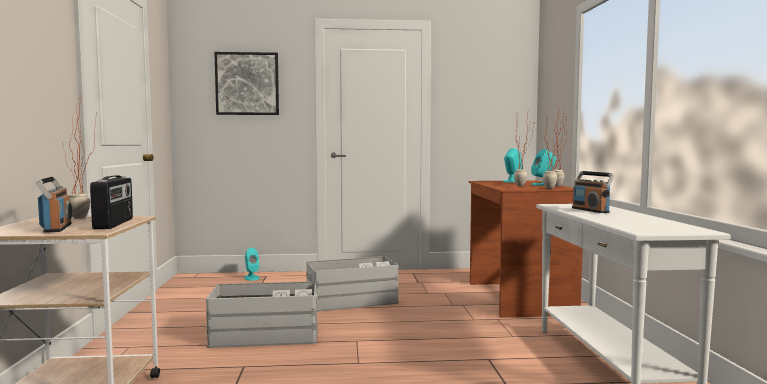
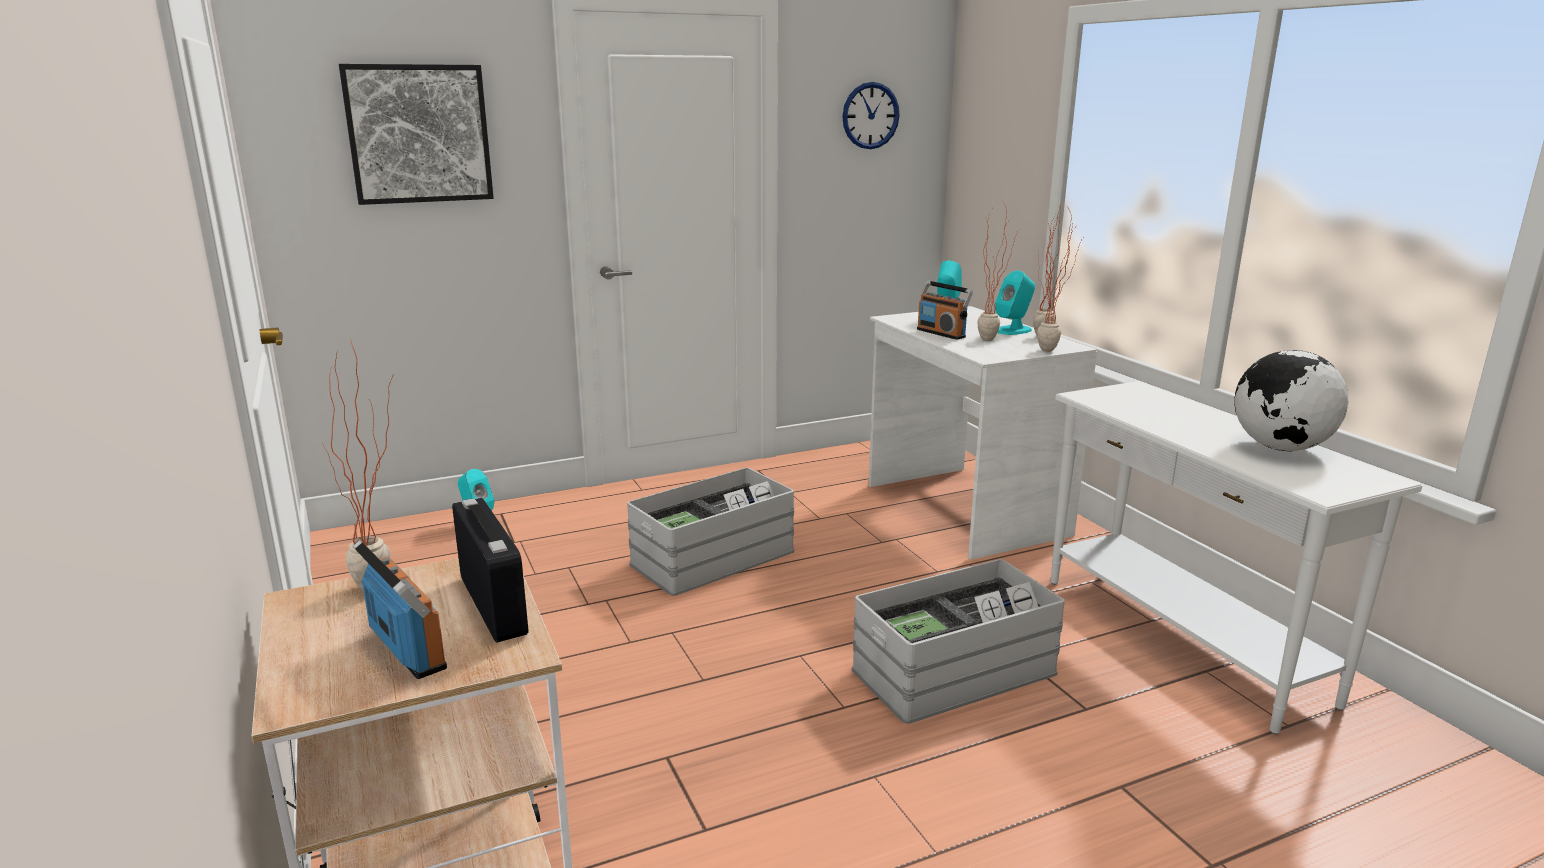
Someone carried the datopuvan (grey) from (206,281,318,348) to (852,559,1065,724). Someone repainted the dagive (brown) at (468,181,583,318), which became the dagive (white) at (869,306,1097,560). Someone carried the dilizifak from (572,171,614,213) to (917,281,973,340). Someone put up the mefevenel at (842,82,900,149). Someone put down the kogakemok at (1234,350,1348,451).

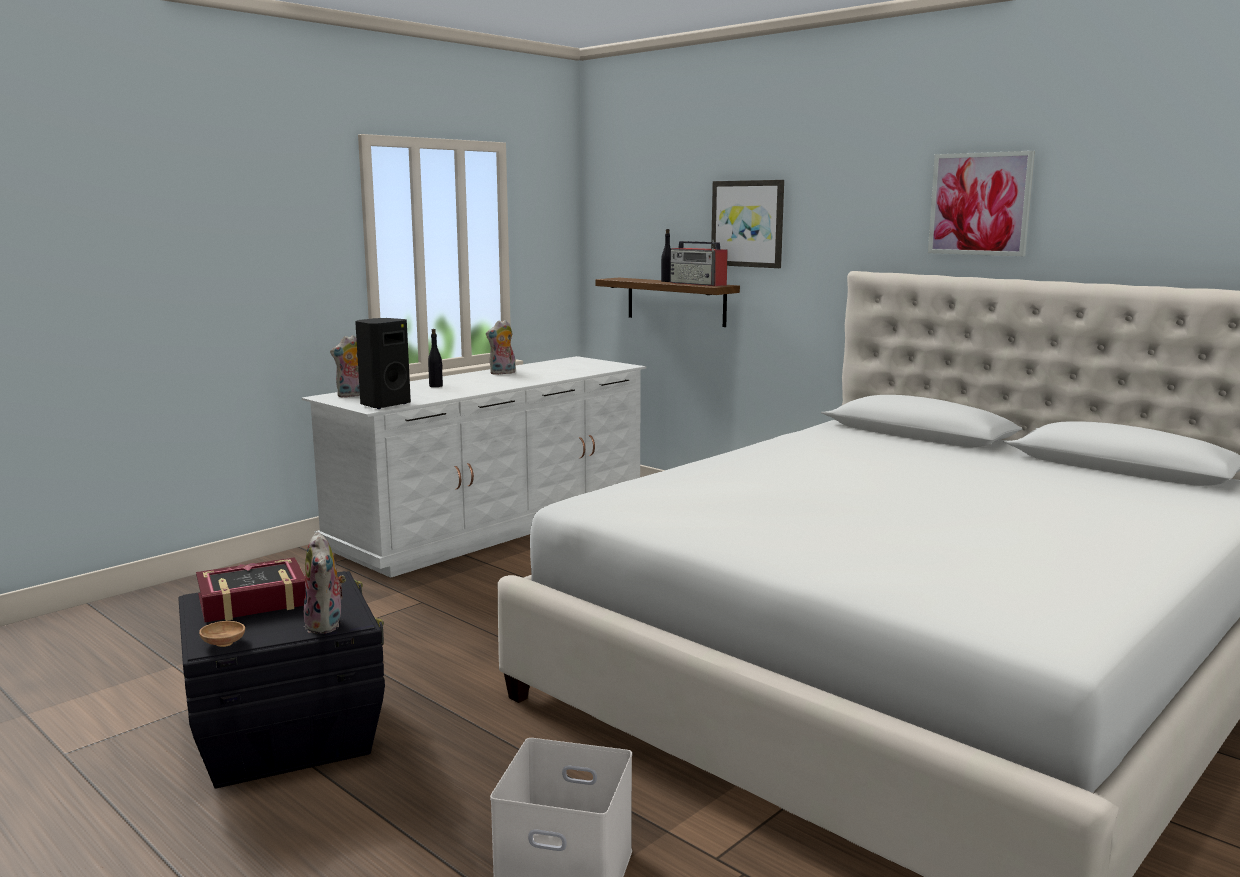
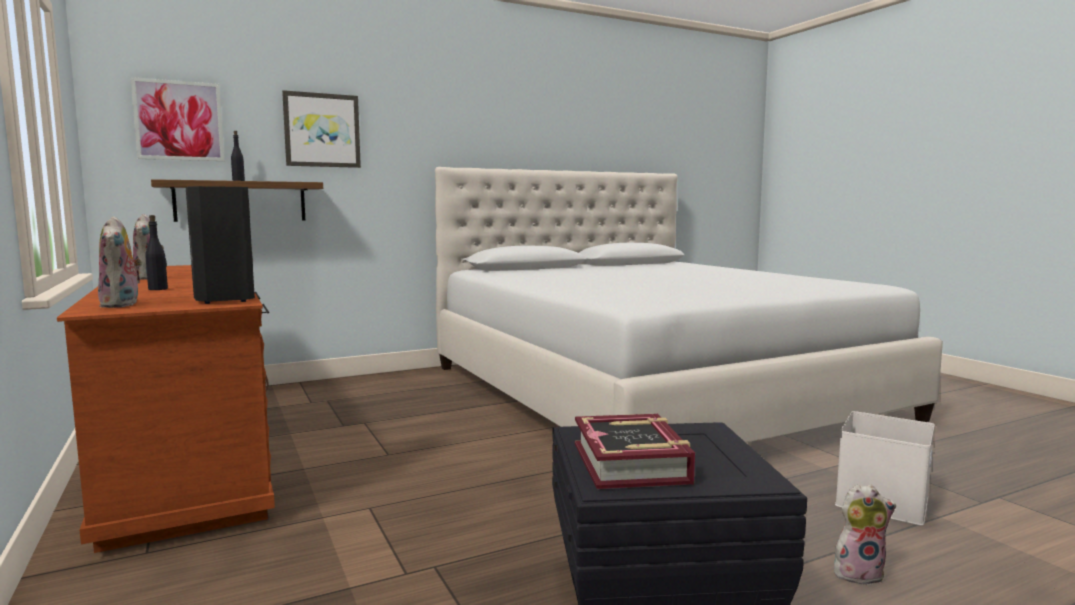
Someone took away the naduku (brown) at (199,621,245,647). Someone repainted the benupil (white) at (302,356,646,578), which became the benupil (brown) at (57,265,275,553). Someone carried the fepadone from (304,532,346,634) to (834,484,896,585). Someone took away the dilizifak at (670,240,728,286). Someone carried the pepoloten from (928,151,1035,256) to (131,77,224,161).

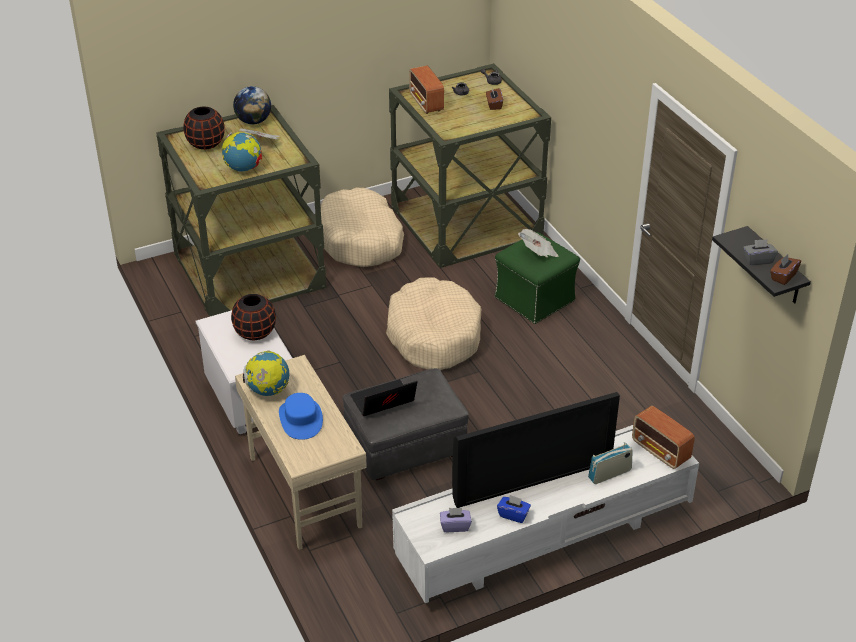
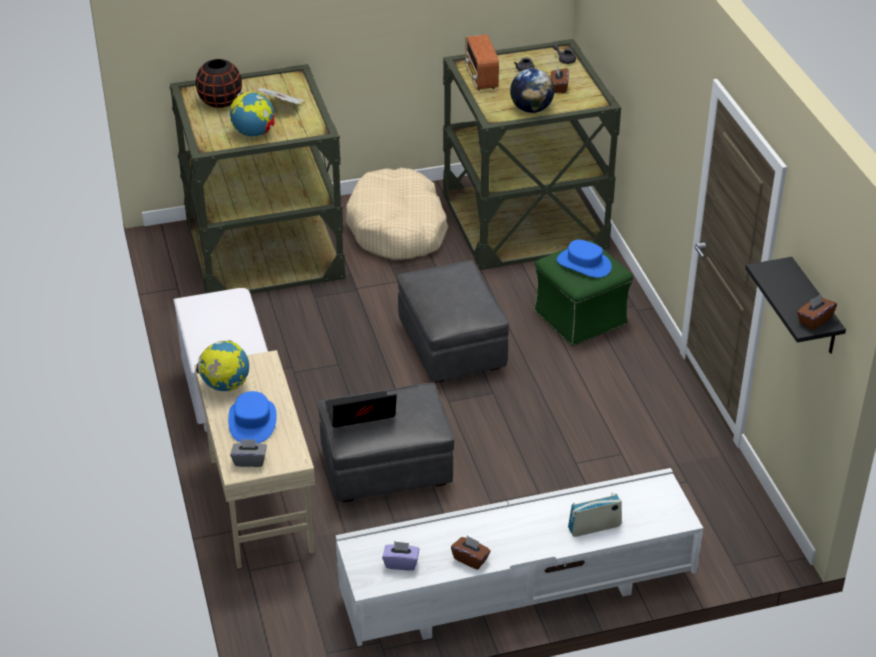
Someone took away the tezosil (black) at (231,294,276,340). Someone carried the kogakemok from (233,86,271,124) to (510,68,554,113). Someone swapped the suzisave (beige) at (386,277,481,370) for the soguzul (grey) at (398,260,509,383). Someone took away the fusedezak at (452,392,620,508). Someone repainted the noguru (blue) at (497,495,531,523), which became the noguru (brown) at (451,535,491,570). Someone swapped the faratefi at (518,229,558,257) for the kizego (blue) at (557,240,612,278). Someone took away the dilizifak at (632,406,695,469). Someone carried the noguru (grey) from (743,239,778,265) to (230,439,267,467).

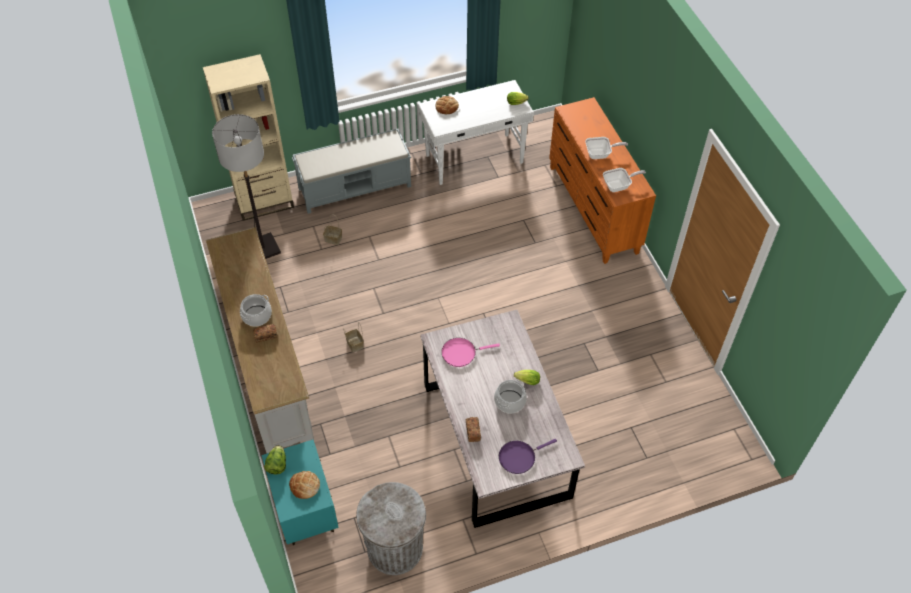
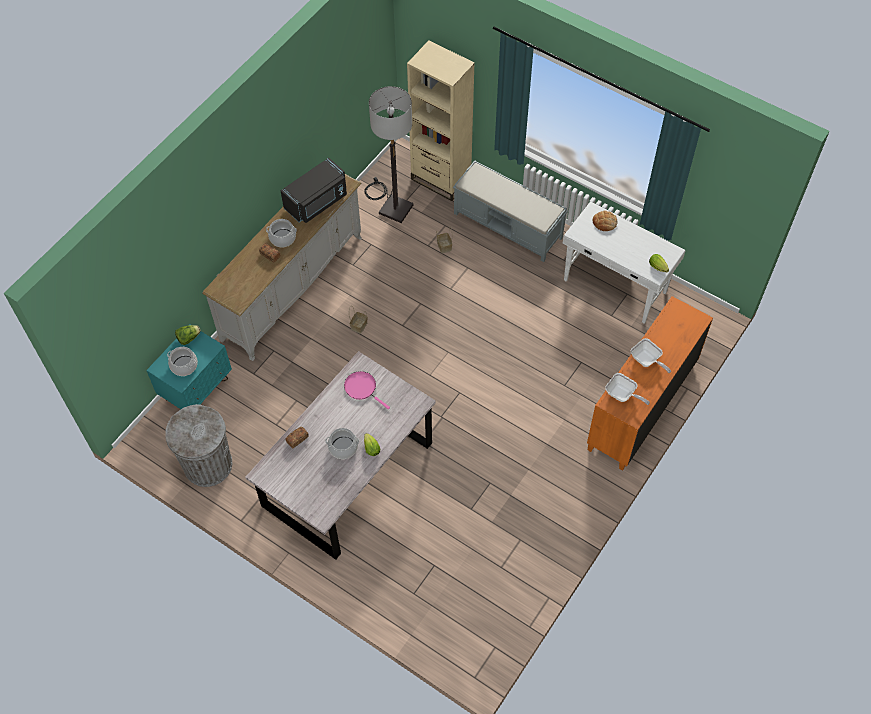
Someone swapped the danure at (289,471,320,499) for the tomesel at (167,347,198,376). Someone took away the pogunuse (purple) at (499,439,557,474). Someone put down the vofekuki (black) at (281,158,347,223).

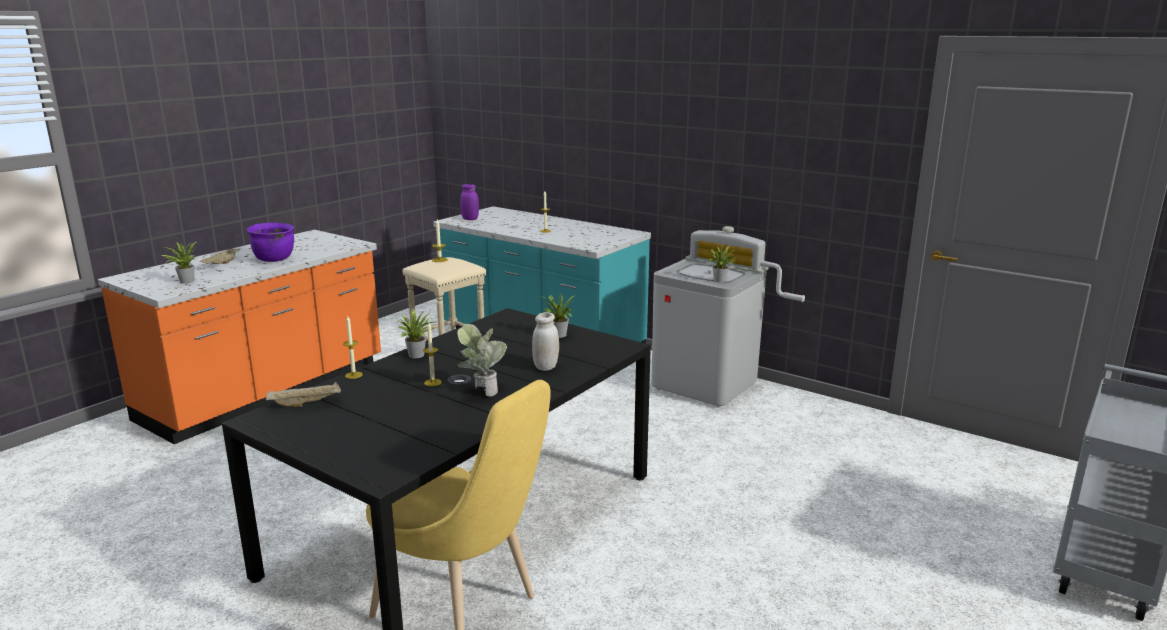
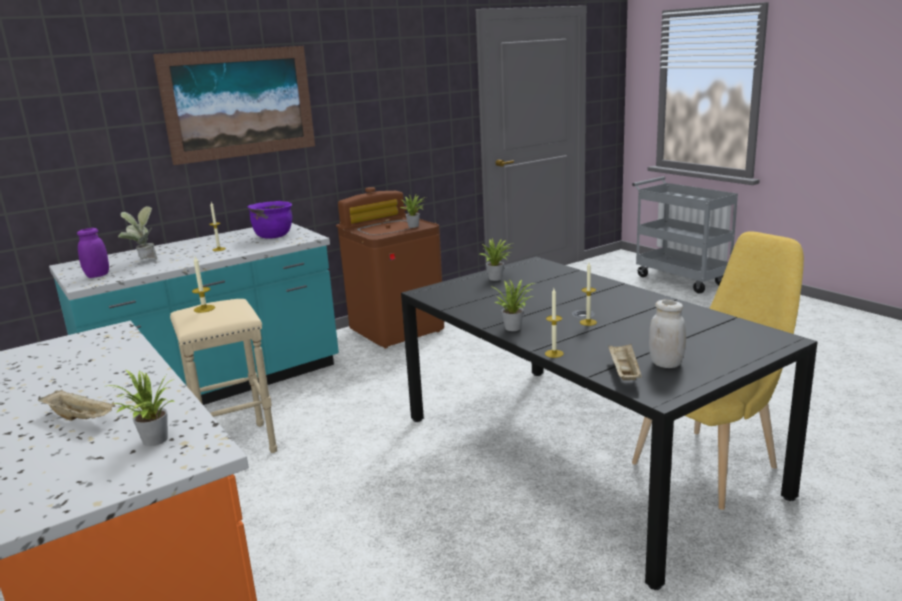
Someone carried the tomesel (purple) from (247,223,294,262) to (247,201,292,239). Someone carried the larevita from (457,324,507,397) to (118,206,157,260). Someone carried the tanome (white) from (532,312,559,371) to (649,300,686,368). Someone repainted the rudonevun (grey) at (652,226,805,407), which became the rudonevun (brown) at (336,187,444,348). Someone put up the pepoloten at (153,46,315,165).

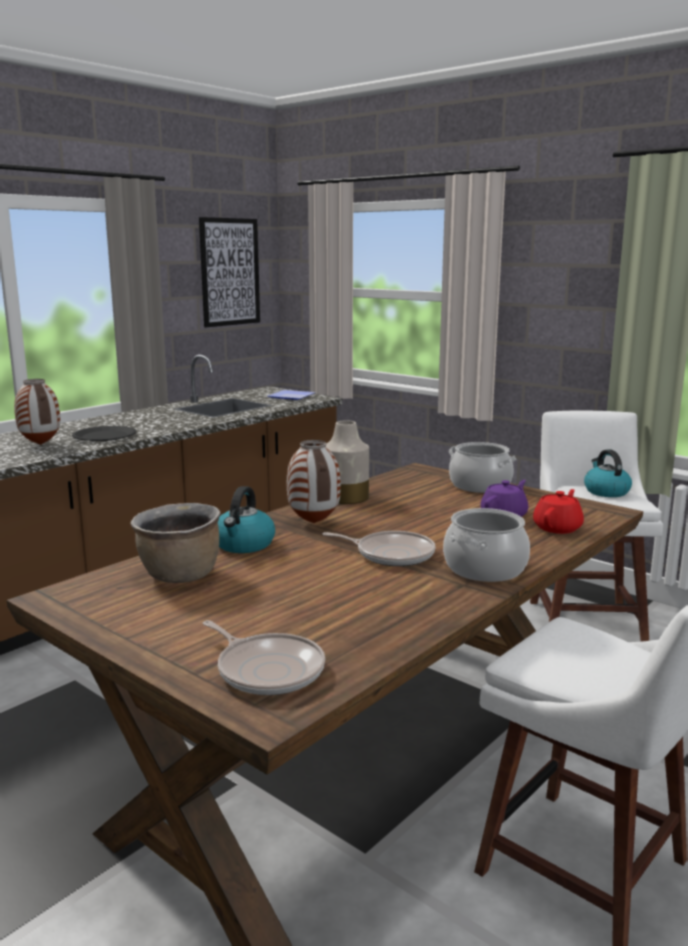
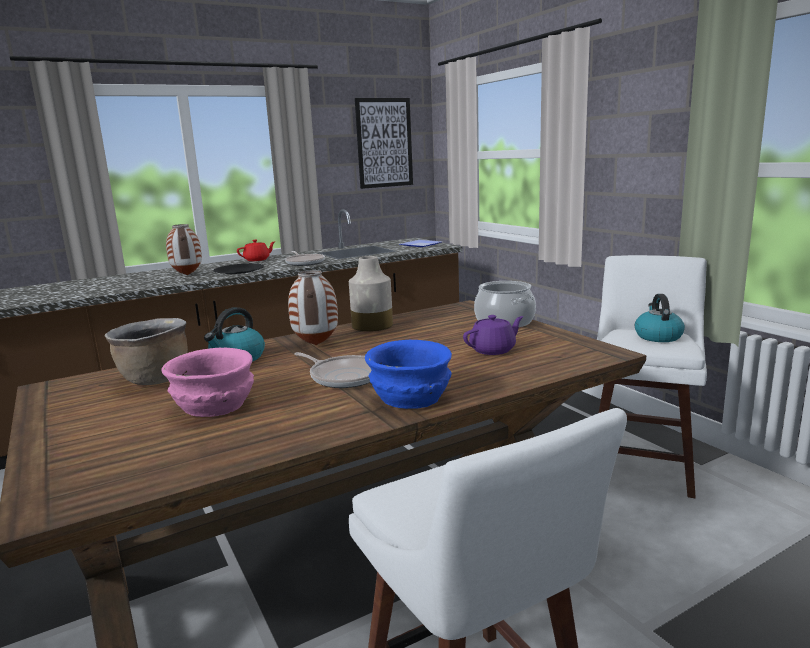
Someone carried the pogunuse from (203,620,325,695) to (285,251,325,266). Someone swapped the tomesel at (443,508,530,582) for the naduku (blue) at (365,340,452,409). Someone carried the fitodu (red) from (533,489,584,534) to (237,240,276,261). Someone put down the naduku (pink) at (161,348,254,417).

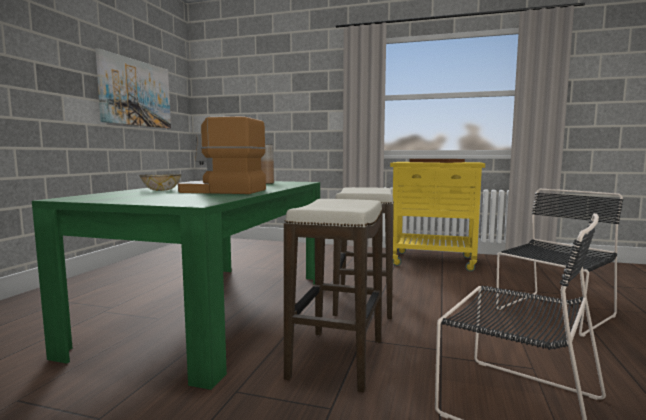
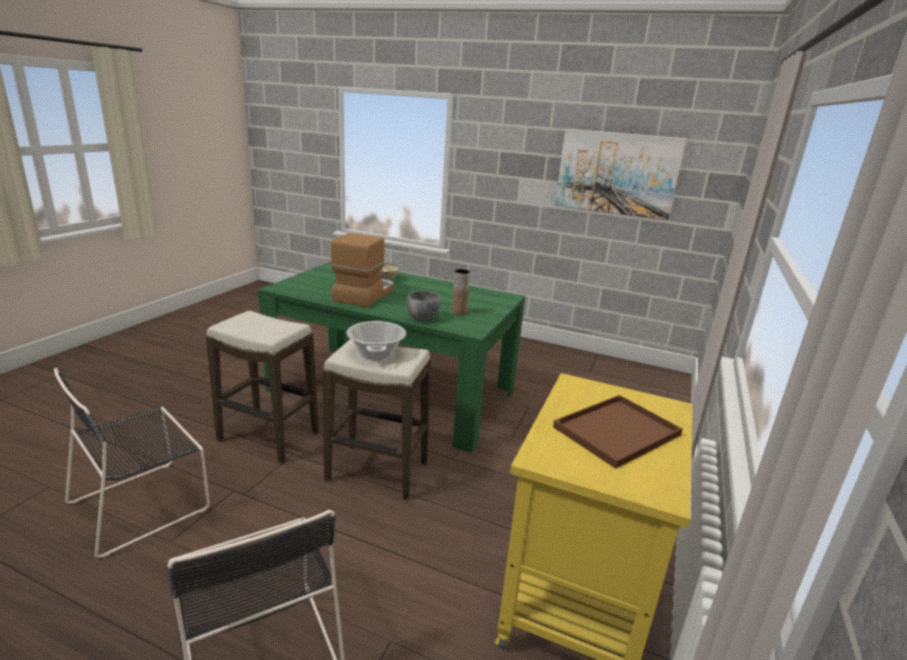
Someone put down the tomesel at (346,321,406,360). Someone put down the naduku (grey) at (406,291,441,321).

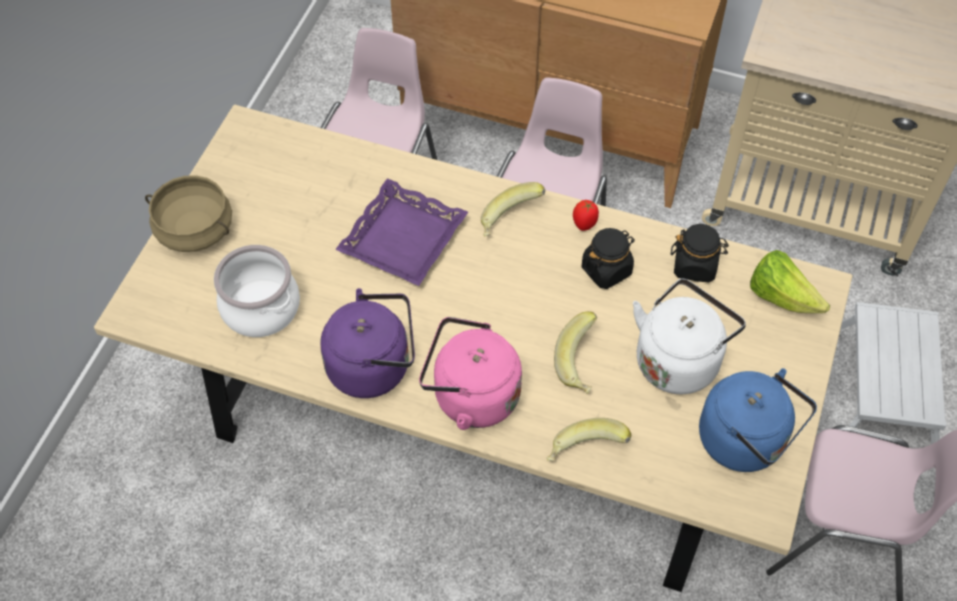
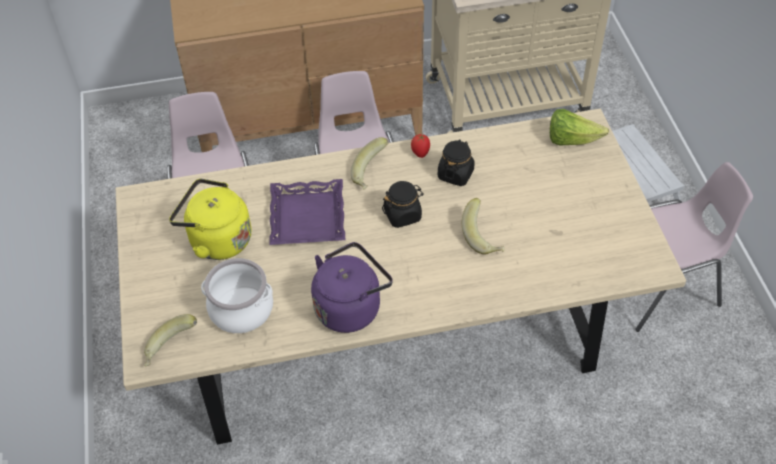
Someone took away the tomesel (beige) at (145,175,232,252). Someone took away the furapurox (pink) at (419,317,522,430). Someone carried the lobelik from (547,418,631,461) to (144,314,197,367). Someone took away the furapurox (white) at (633,278,746,394). Someone carried the tanome (black) from (671,224,729,283) to (382,181,424,228). Someone took away the furapurox (blue) at (699,368,817,472). Someone put down the furapurox (yellow) at (169,179,251,260).

